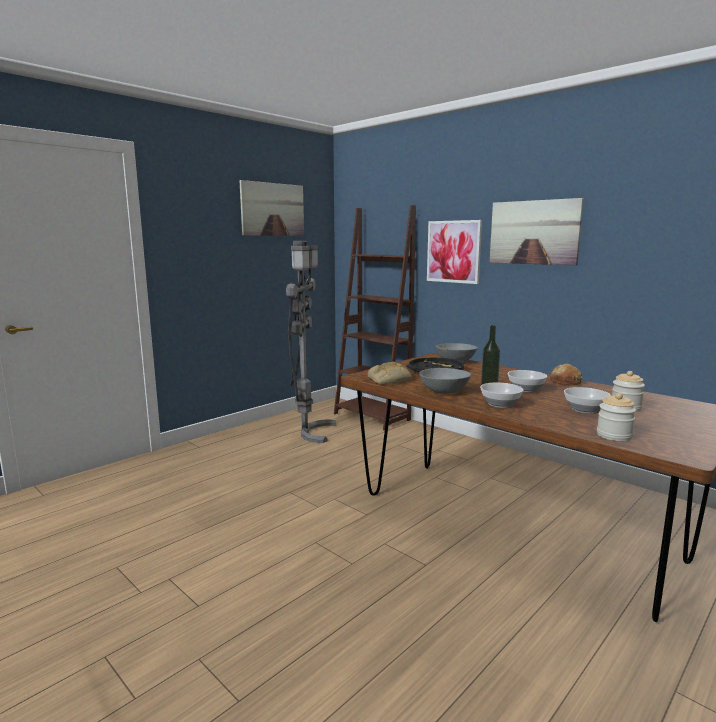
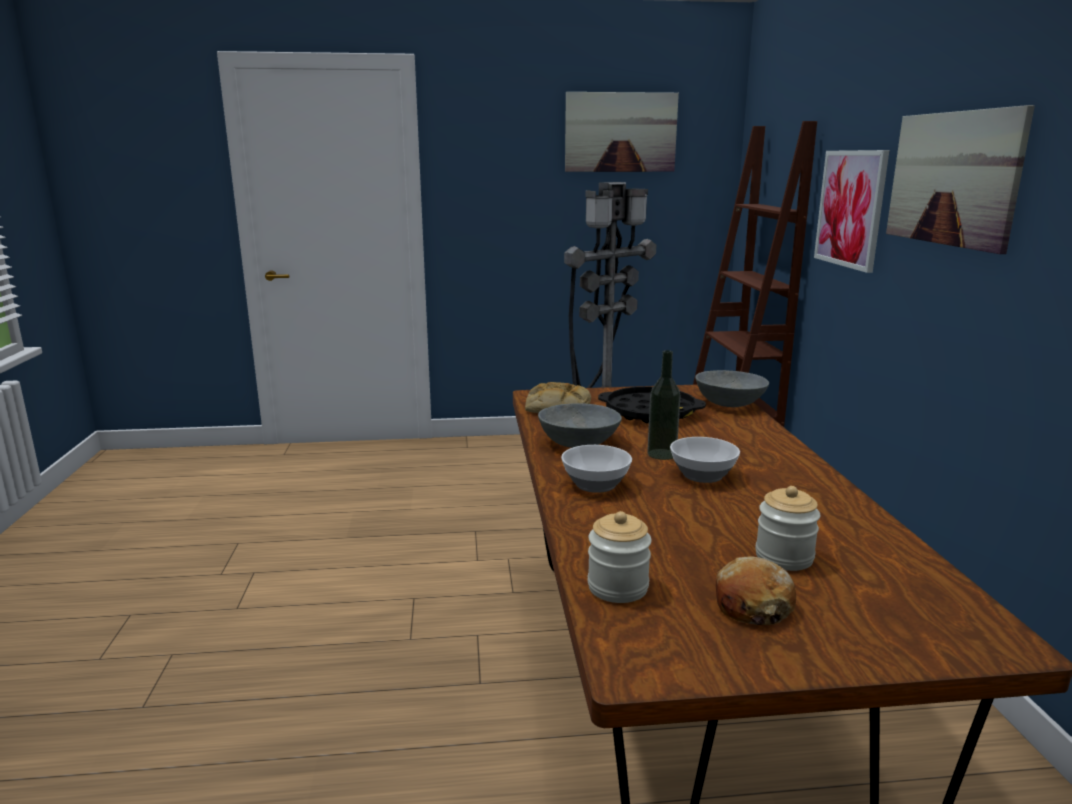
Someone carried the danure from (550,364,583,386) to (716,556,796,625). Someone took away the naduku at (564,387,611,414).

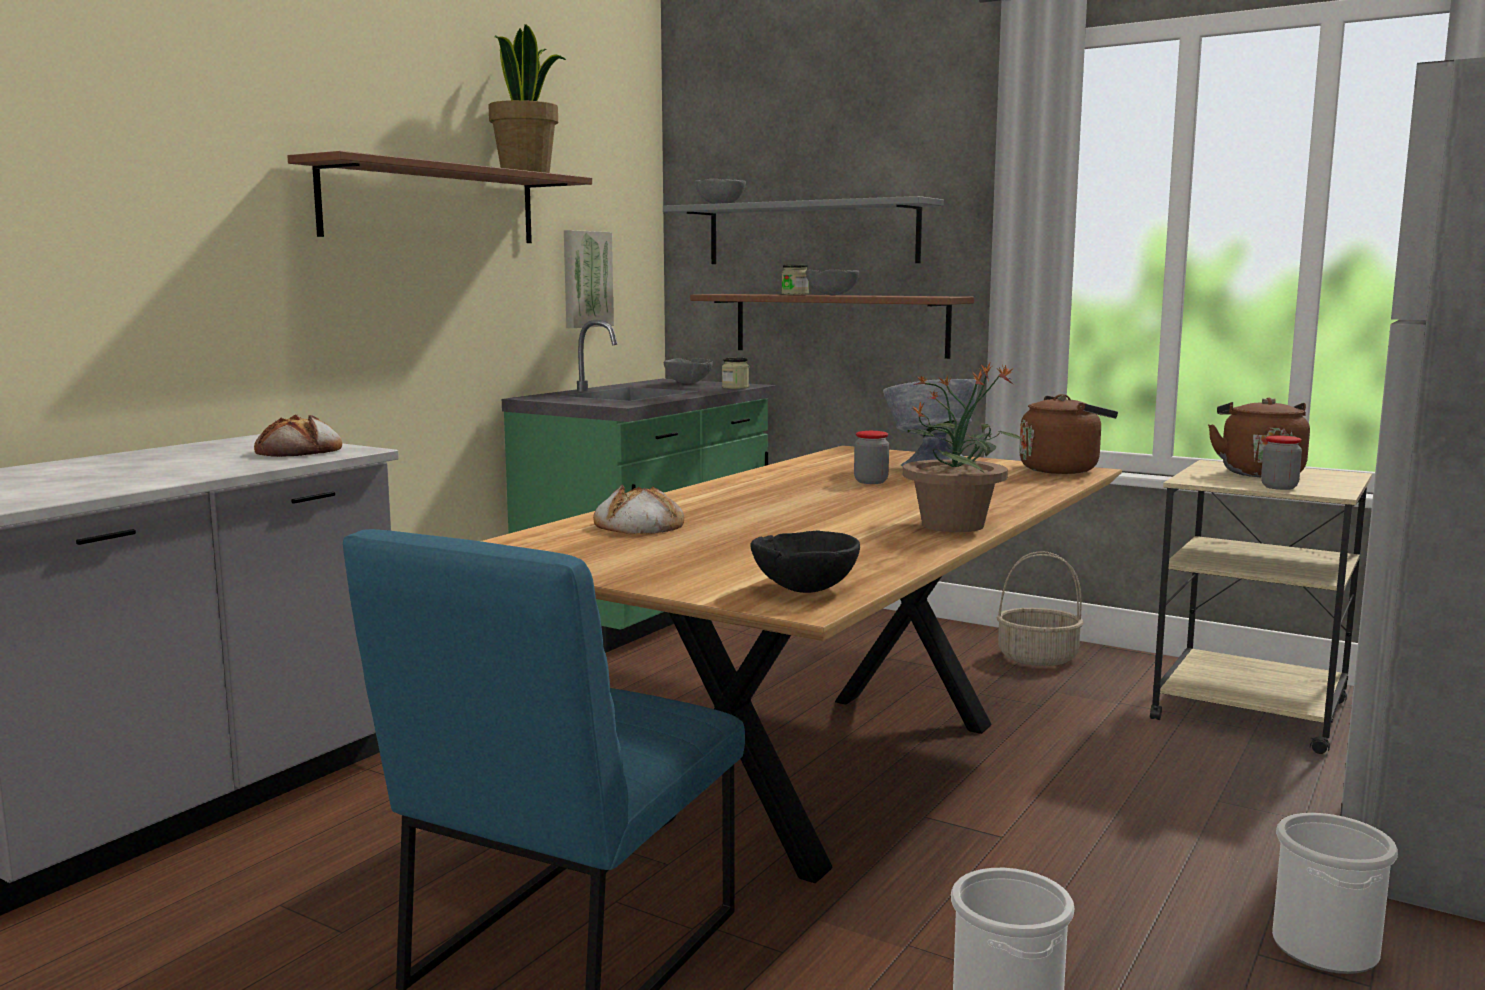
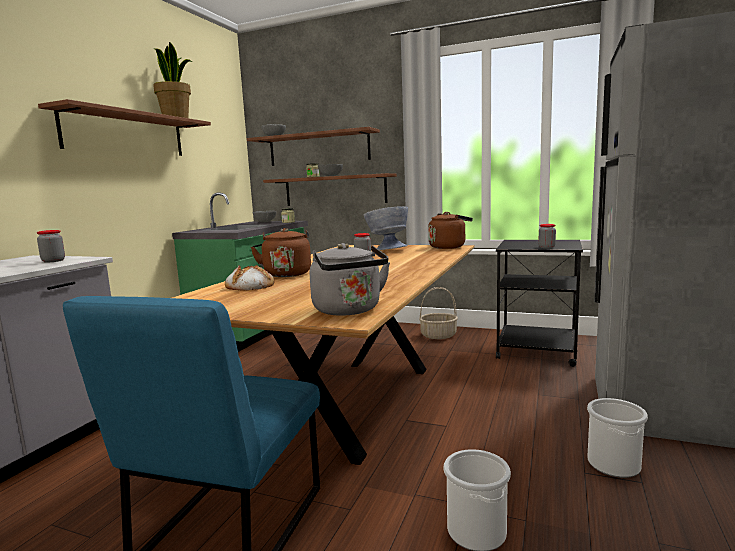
Someone swapped the danure at (254,414,342,457) for the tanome at (37,230,65,263). Someone took away the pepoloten at (564,230,614,328). Someone repainted the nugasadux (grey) at (663,196,944,264), which became the nugasadux (brown) at (247,127,380,166). Someone swapped the naduku (black) at (750,531,860,593) for the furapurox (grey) at (310,243,390,316). Someone took away the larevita at (903,361,1025,532). Someone repainted the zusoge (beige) at (1150,460,1372,754), which became the zusoge (black) at (496,240,583,367). Someone carried the furapurox (brown) from (1208,398,1310,477) to (251,228,311,277).

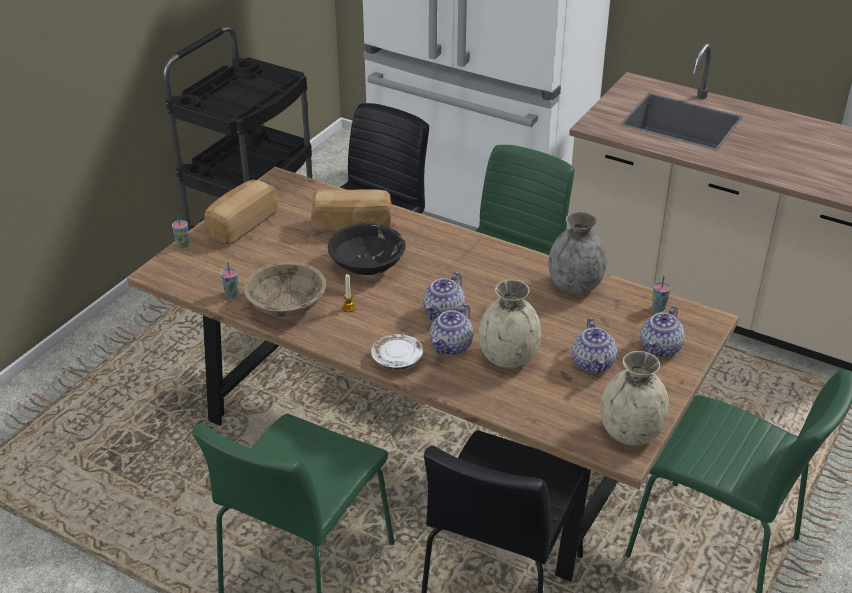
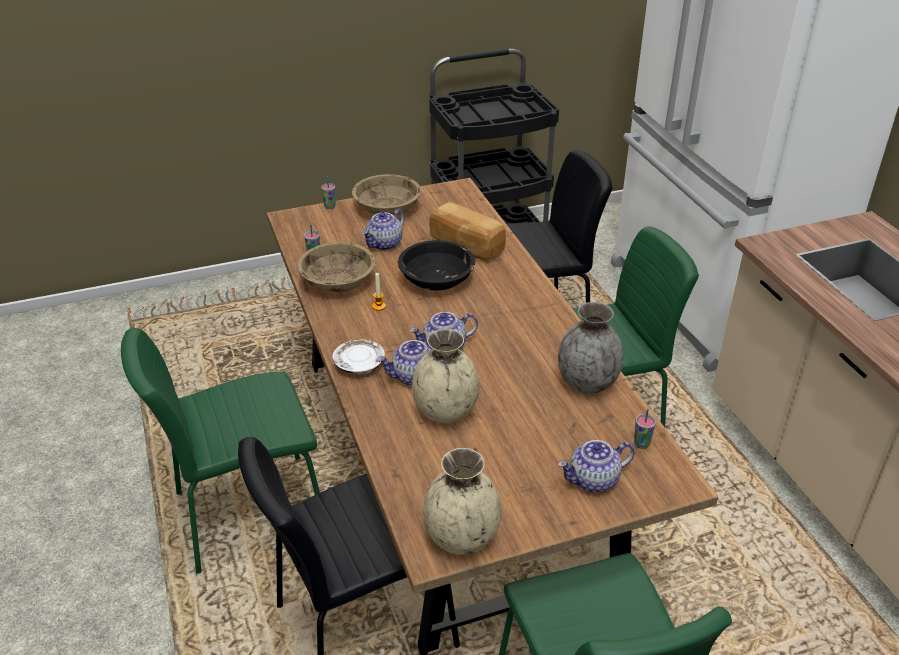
Someone swapped the danure at (204,180,278,245) for the naduku (beige) at (352,174,421,215). Someone carried the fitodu from (572,318,617,375) to (362,209,405,250).

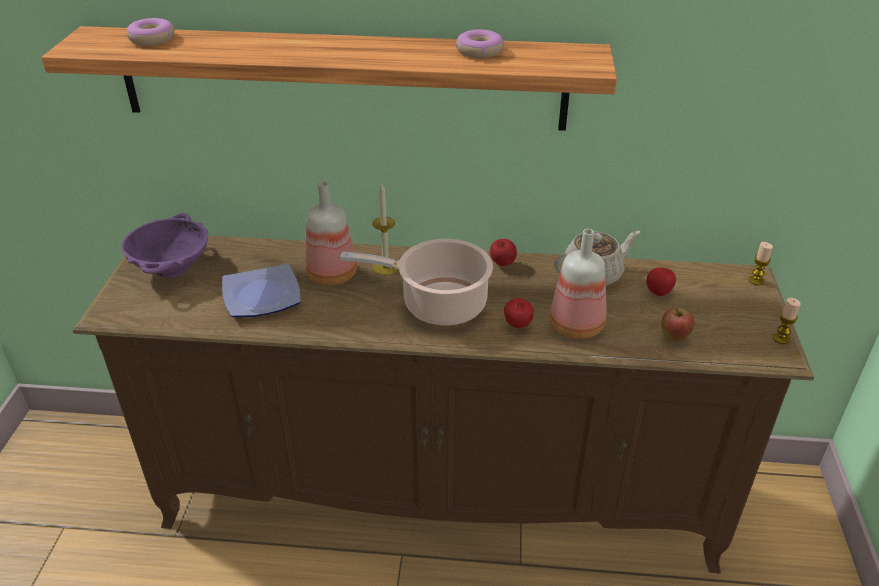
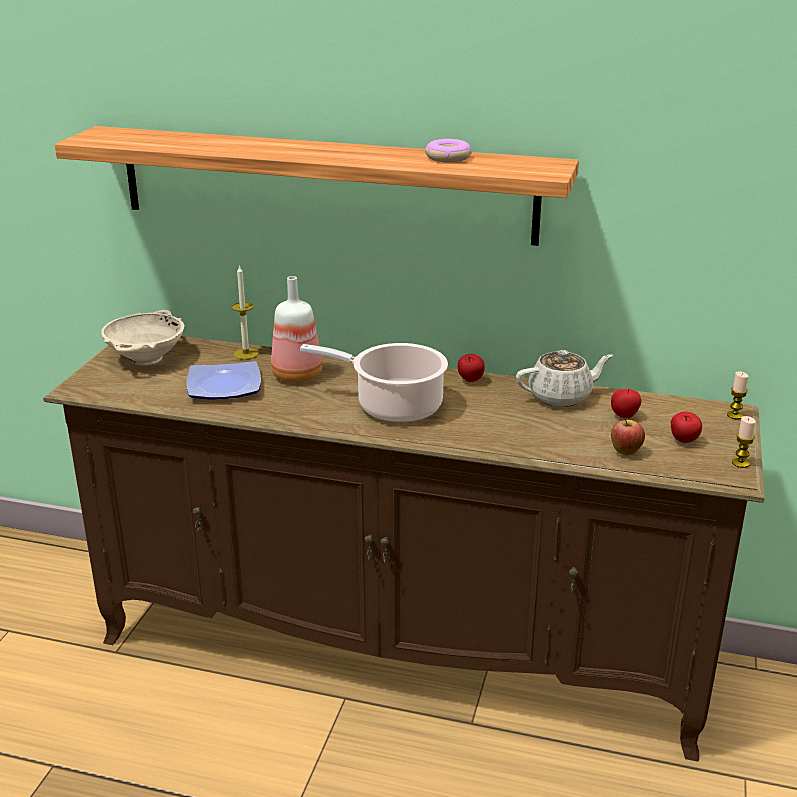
Someone repainted the naduku (purple) at (121,213,208,278), which became the naduku (beige) at (101,310,185,366). Someone took away the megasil at (126,18,175,46). Someone carried the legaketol from (372,184,398,275) to (232,264,259,360). Someone carried the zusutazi from (504,298,534,328) to (671,412,702,443). Someone took away the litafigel at (550,229,606,339).

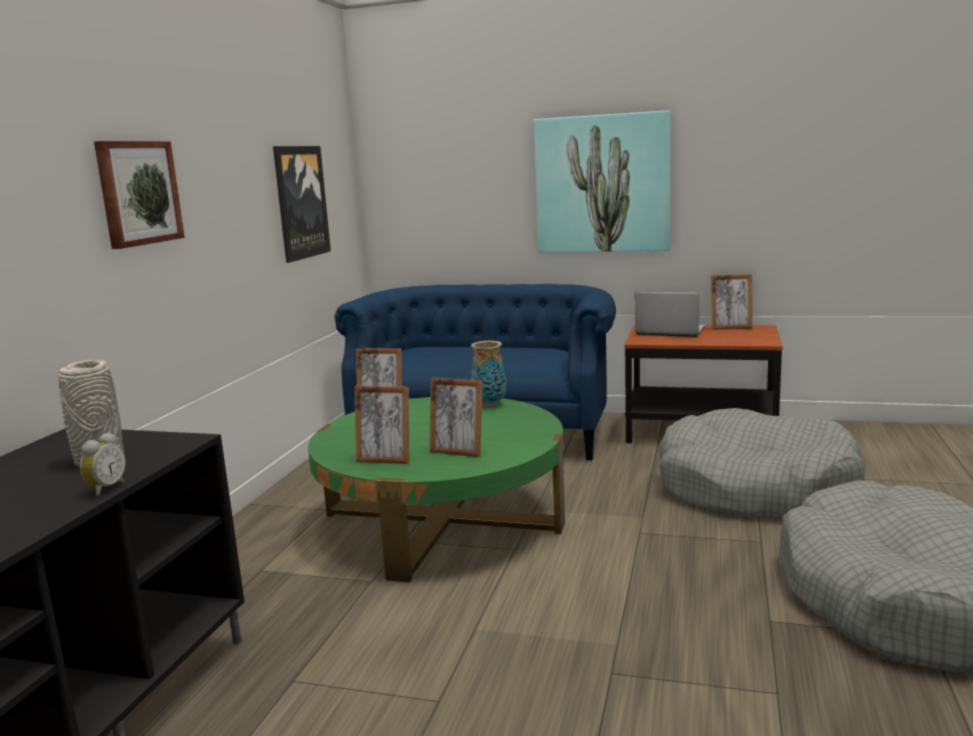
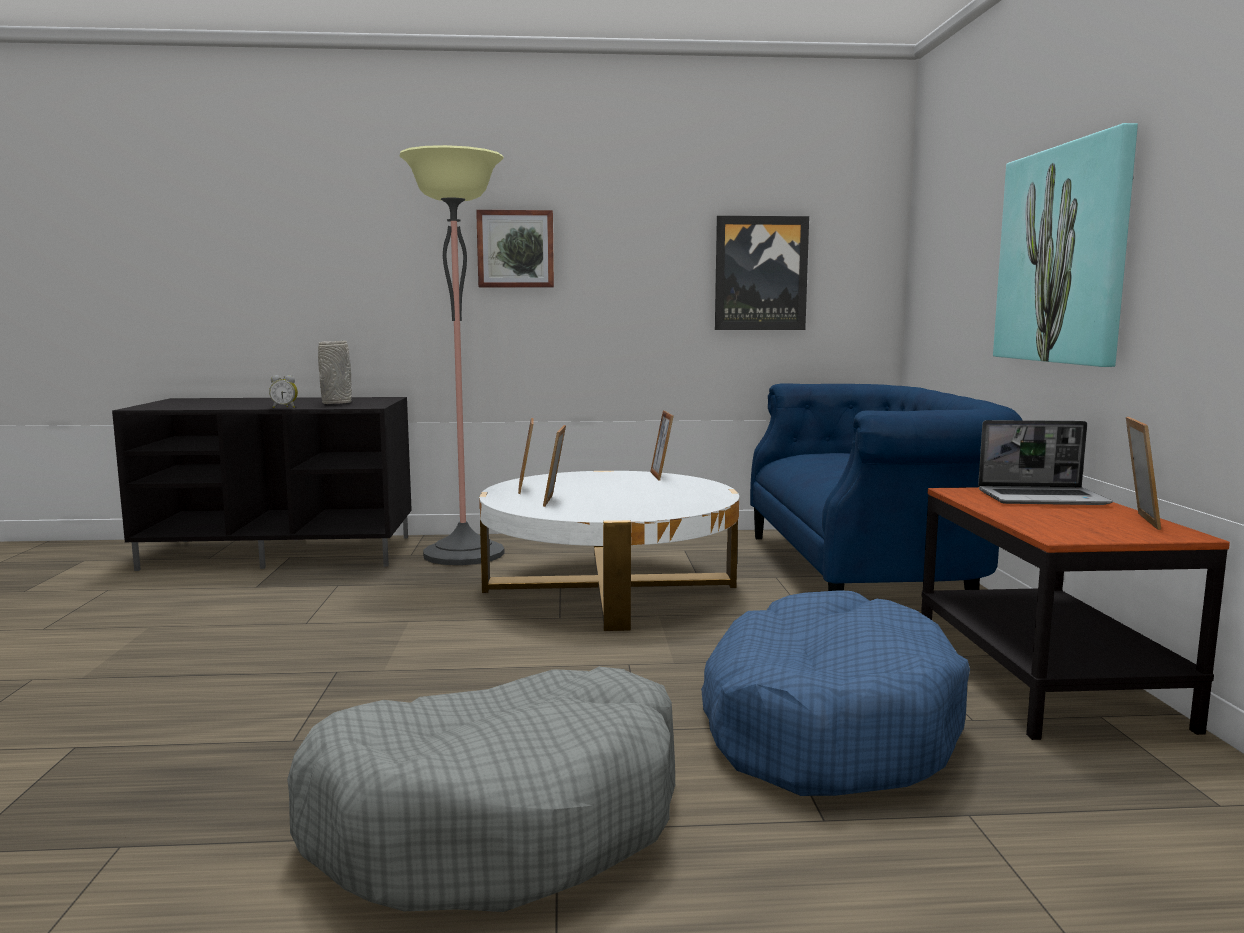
Someone repainted the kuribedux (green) at (308,397,565,583), which became the kuribedux (white) at (479,471,739,631). Someone took away the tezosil at (471,341,506,407). Someone rotated the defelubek at (635,291,705,337) by 90 degrees clockwise. Someone repainted the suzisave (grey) at (659,408,865,519), which became the suzisave (blue) at (701,590,970,796). Someone rotated the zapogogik at (711,274,753,330) by 150 degrees counterclockwise. Someone put down the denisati at (400,145,504,565).

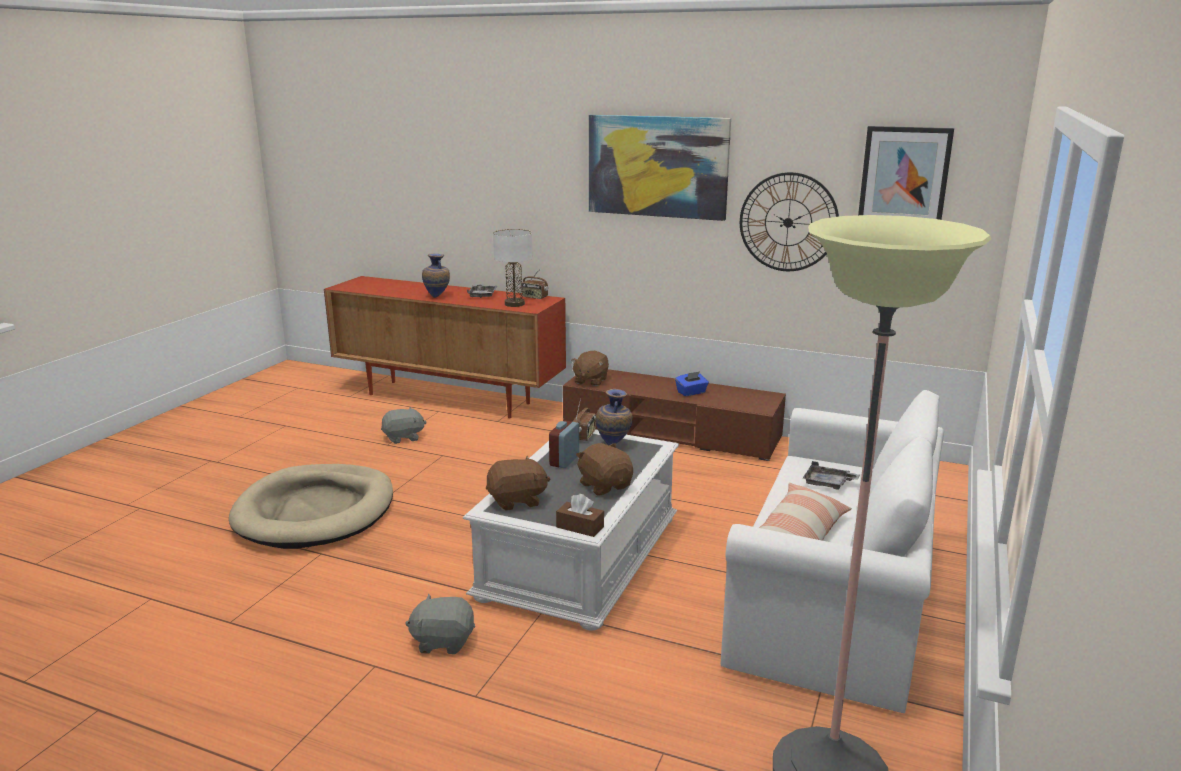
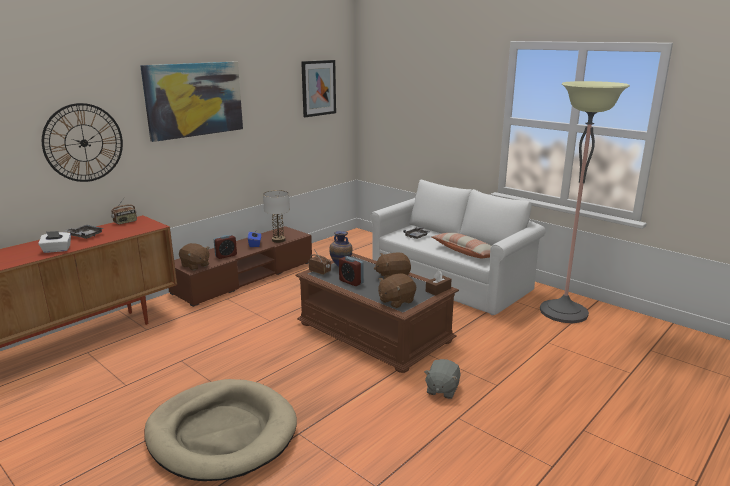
Someone took away the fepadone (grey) at (381,407,427,444). Someone swapped the tezosil at (422,254,450,298) for the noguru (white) at (38,231,71,253). Someone repainted the kuribedux (white) at (463,429,679,631), which became the kuribedux (brown) at (295,253,459,373). Someone rotated the fepadone (brown) at (486,455,550,511) by 135 degrees counterclockwise. Someone carried the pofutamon from (493,229,532,307) to (263,190,290,243). Someone carried the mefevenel from (740,172,839,271) to (42,103,123,182). Someone put down the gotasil at (214,235,237,259).

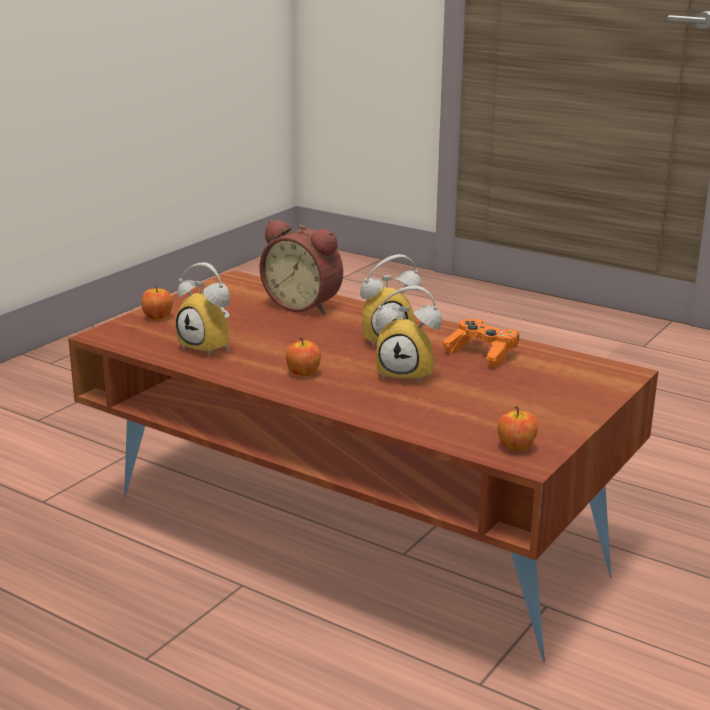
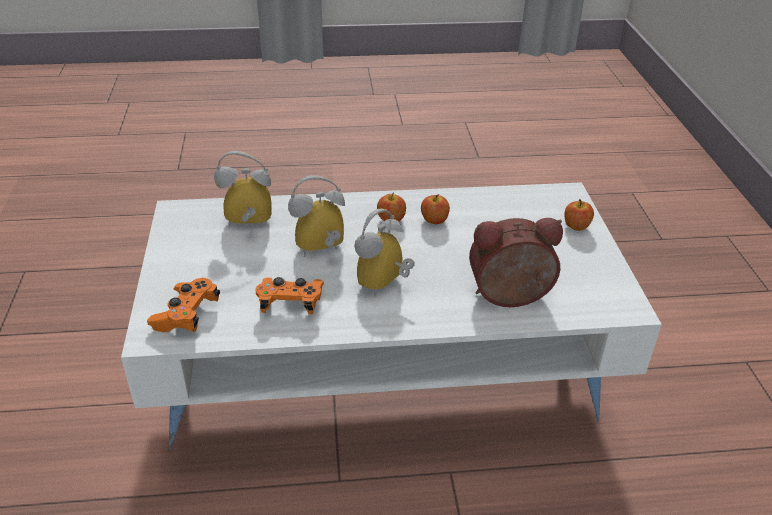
Someone repainted the kuribedux (brown) at (68,270,658,662), which became the kuribedux (white) at (121,182,662,453). Someone carried the gotasil from (176,262,230,357) to (214,151,272,228). Someone carried the zusutazi from (497,406,538,451) to (421,194,450,224). Someone put down the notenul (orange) at (147,278,220,333).

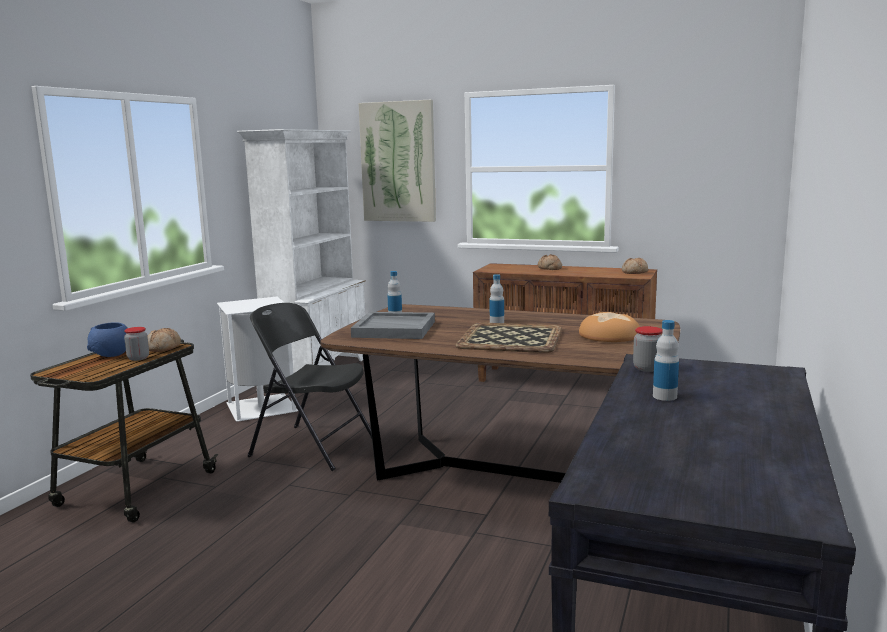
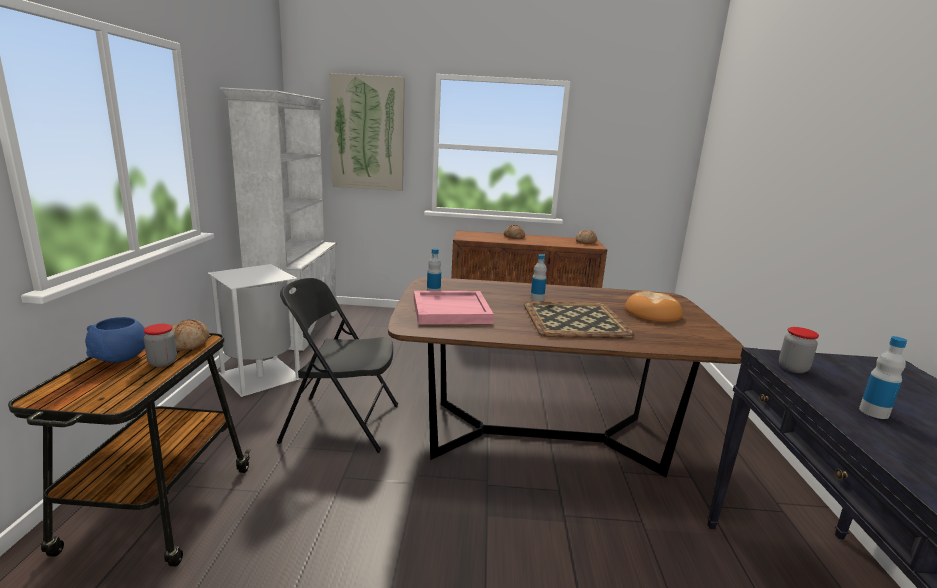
Someone repainted the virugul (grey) at (351,312,435,339), which became the virugul (pink) at (414,291,494,325).

